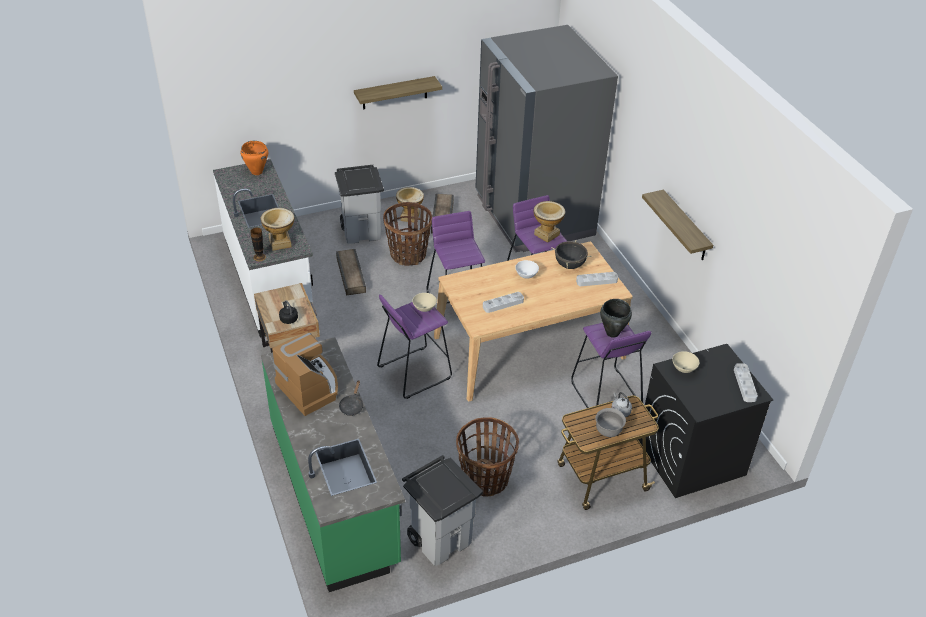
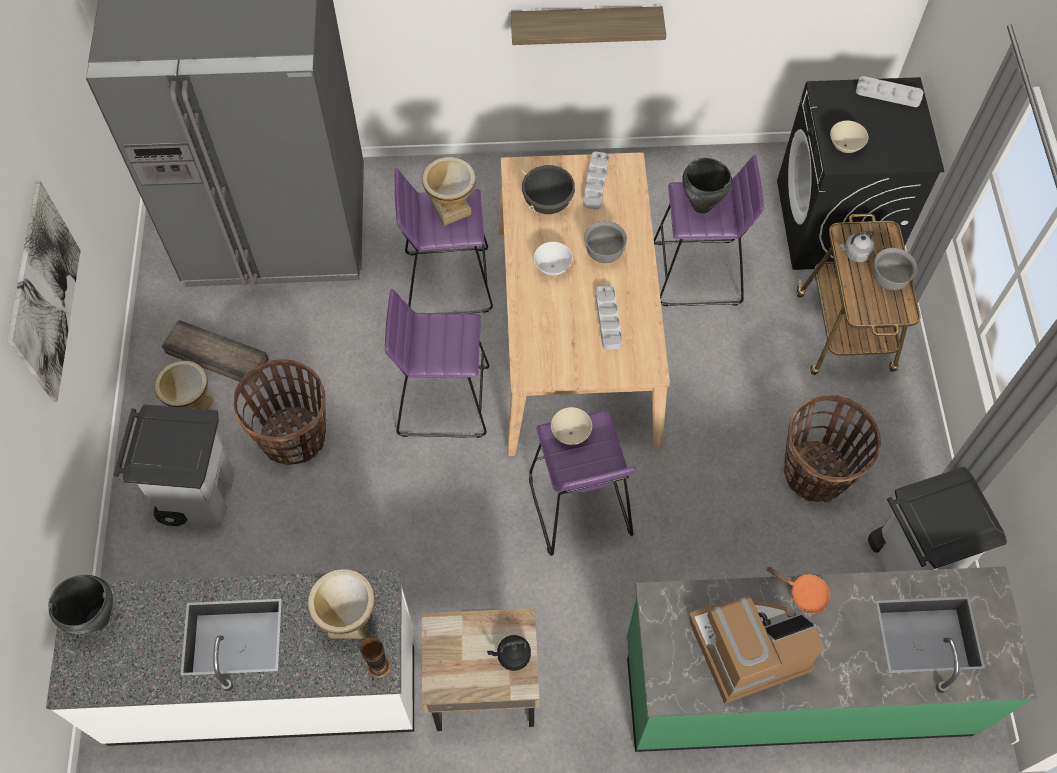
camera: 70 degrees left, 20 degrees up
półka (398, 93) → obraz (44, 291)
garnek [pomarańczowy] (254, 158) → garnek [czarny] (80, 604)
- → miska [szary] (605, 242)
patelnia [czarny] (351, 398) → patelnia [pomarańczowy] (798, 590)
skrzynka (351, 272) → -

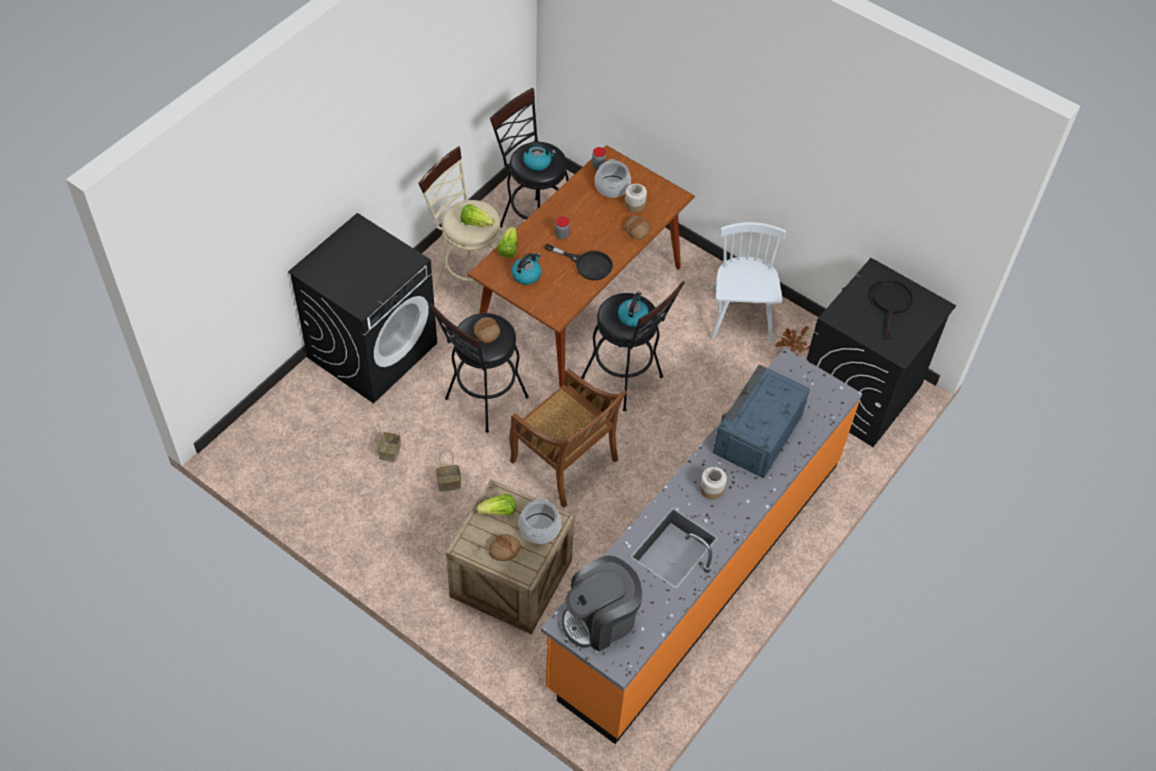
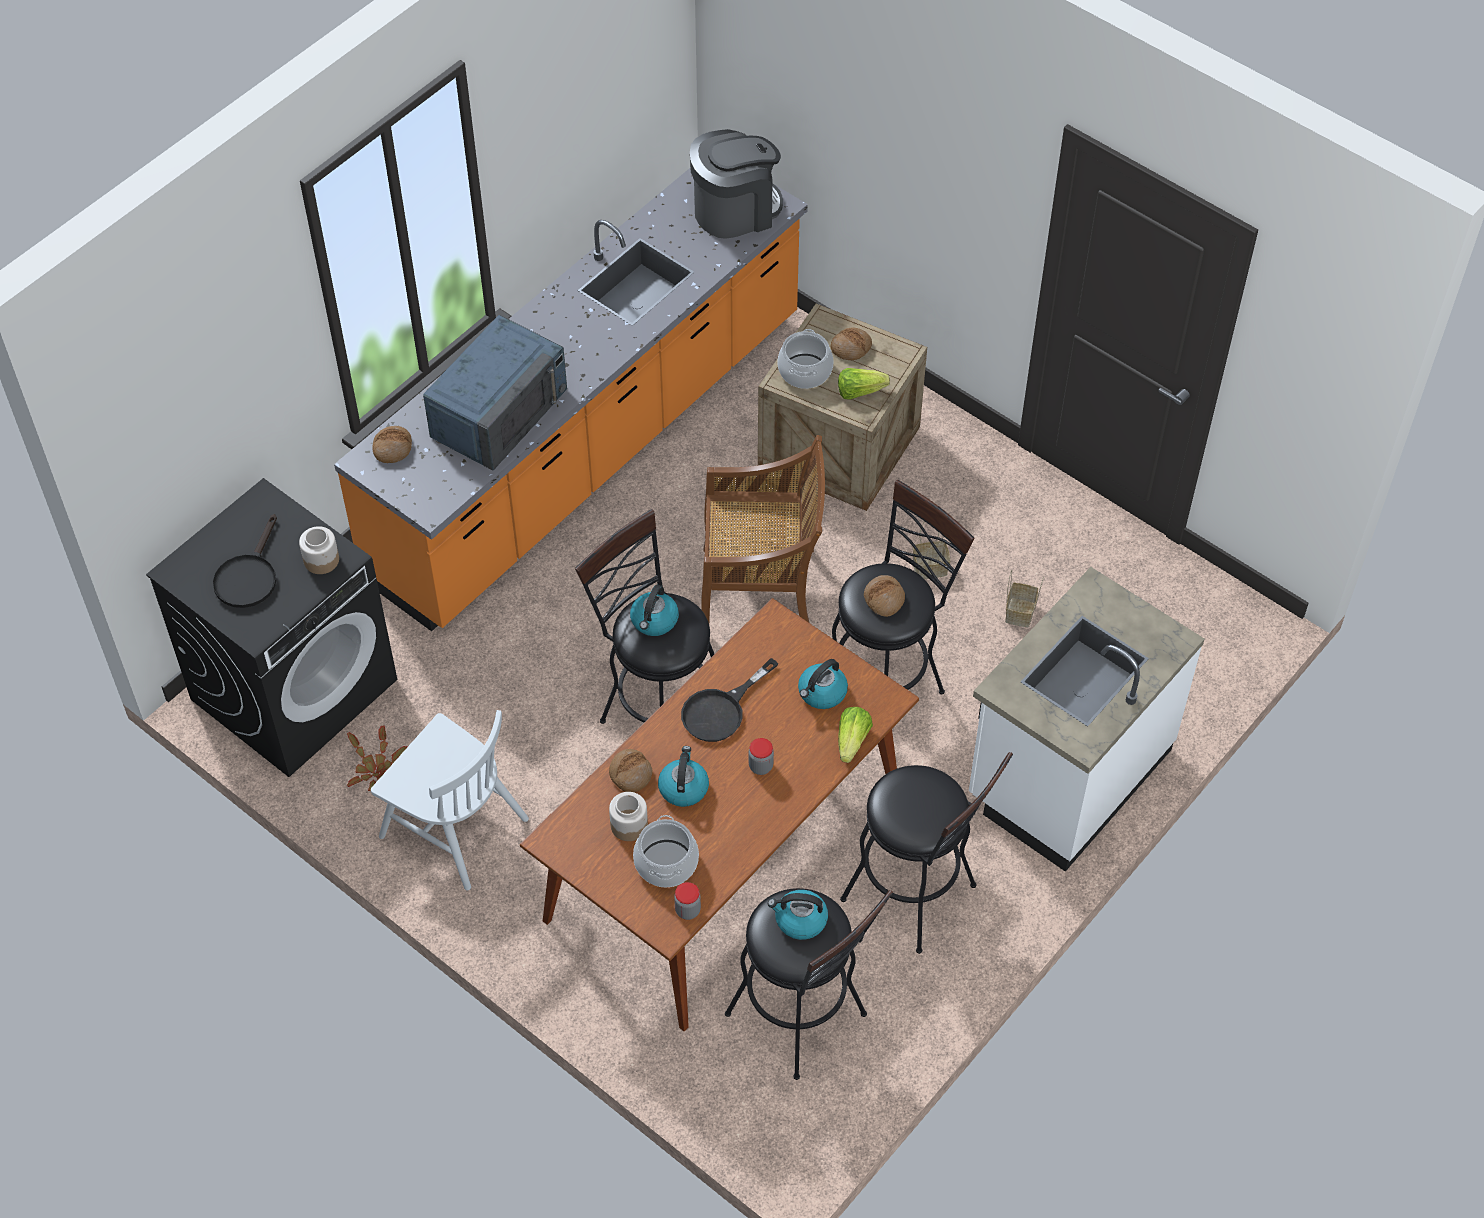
camera: 175 degrees left, 0 degrees up
słoik (713, 483) → słoik (319, 550), shifted
krzesło [biały] (748, 282) → krzesło [biały] (450, 800), 60 degrees counterclockwise
- → chleb (392, 444)
- → czajnik (683, 776)
patelnia [czarny] (578, 262) → patelnia [czarny] (729, 700), 75 degrees counterclockwise
krzesło [brązowy] (568, 438) → krzesło [brązowy] (763, 529), 135 degrees clockwise
stołek [beżowy] (460, 230) → stołek [czarny] (926, 853)
pralka [czarny] (362, 308) → zabudowa kuchenna [biały] (1086, 719)
sałata (477, 215) → -

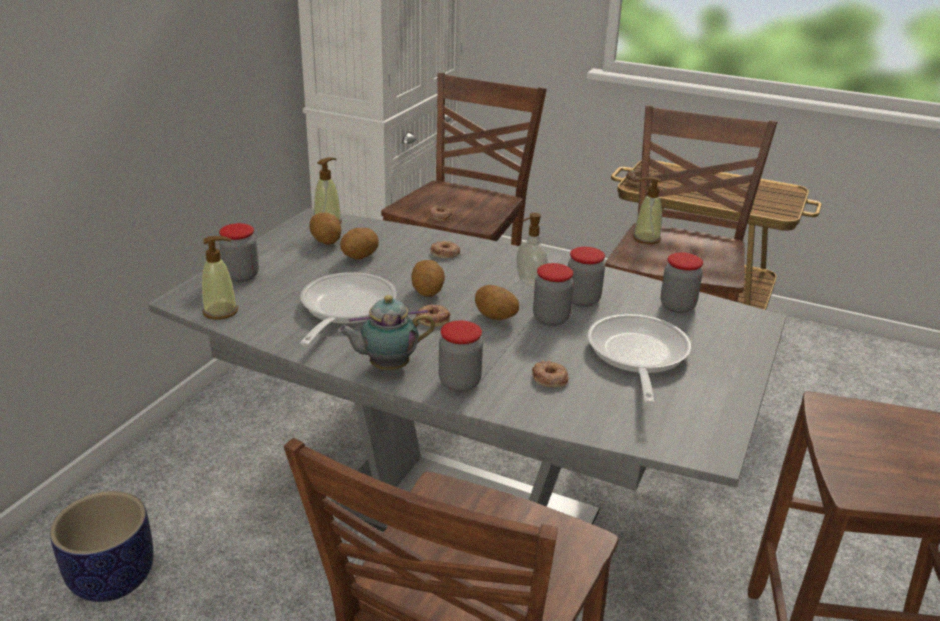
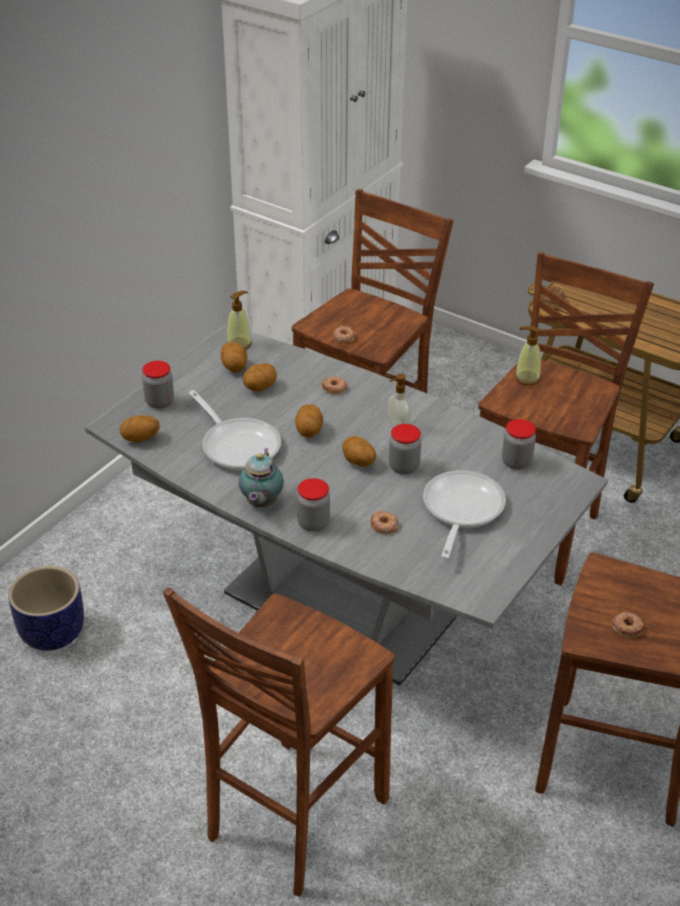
camera: 10 degrees right, 10 degrees up
dozownik mydła (220, 278) → ziemniak (140, 429)
patelnia (348, 309) → patelnia (235, 430), 120 degrees clockwise
imbryk (386, 332) → imbryk (261, 477), 75 degrees counterclockwise
donut (433, 315) → donut (628, 625), shifted
słoik (586, 277) → -

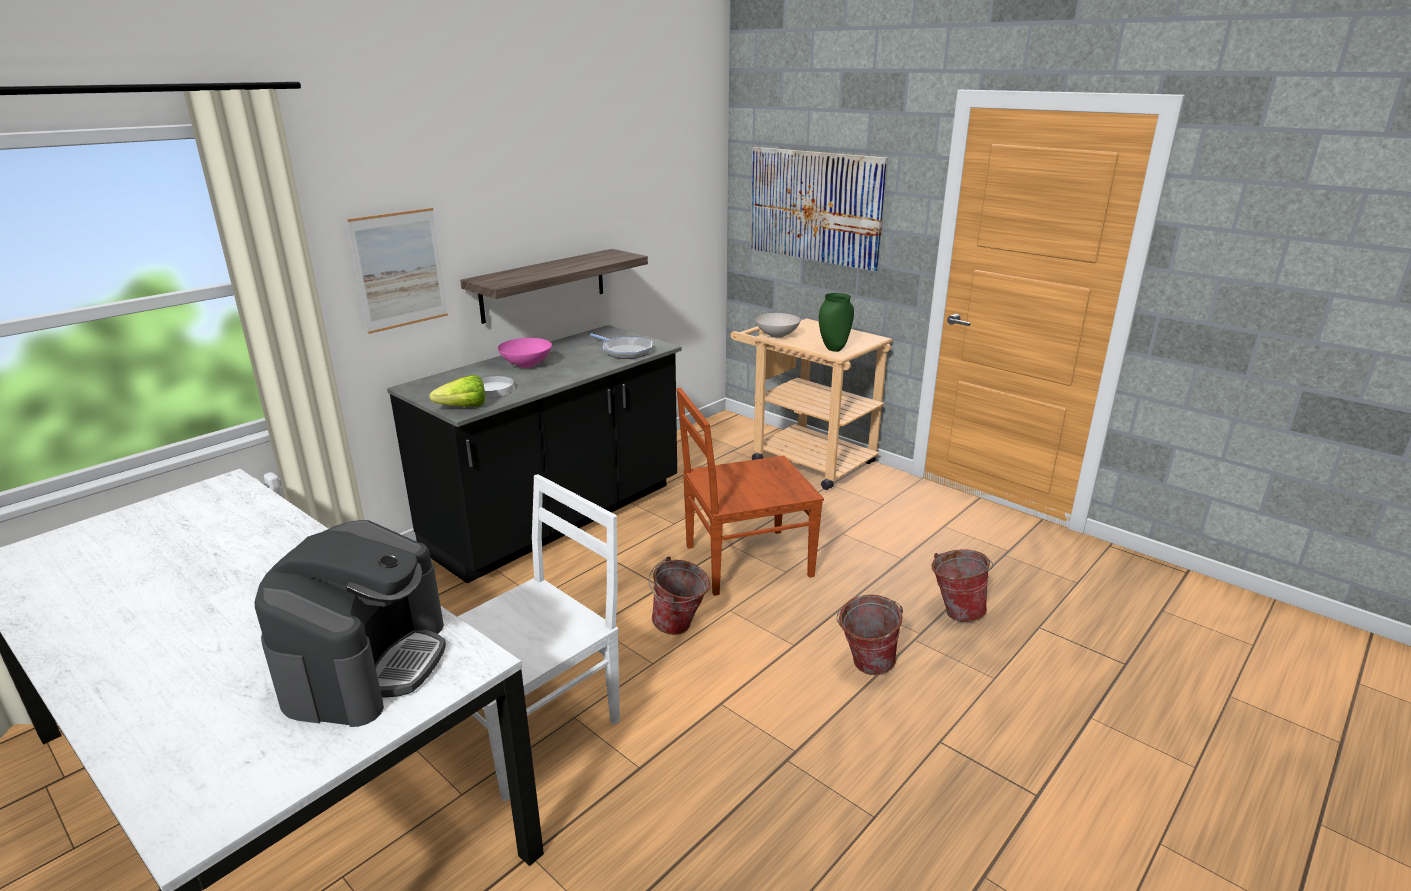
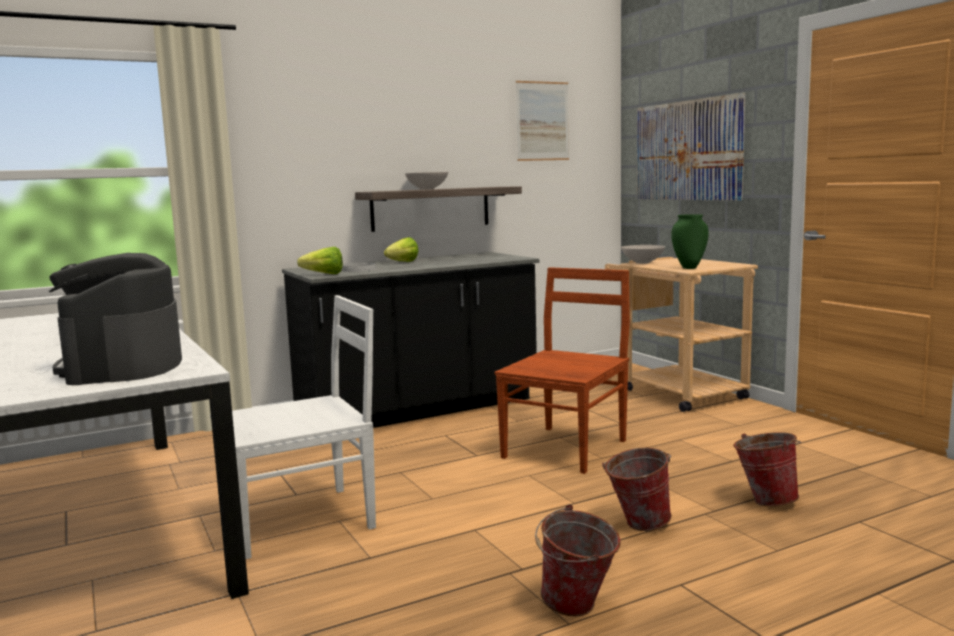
camera: 20 degrees right, 15 degrees down
ekspres do kawy (350, 623) → ekspres do kawy (115, 319), 135 degrees clockwise
miska [różowy] (525, 353) → sałata (401, 249)
- → miska [biały] (426, 181)
krzesło [brązowy] (750, 492) → krzesło [brązowy] (562, 370), 120 degrees clockwise
obraz (397, 271) → obraz (542, 121), shifted
wiadro (679, 595) → wiadro (578, 560), shifted
patelnia (621, 346) → -

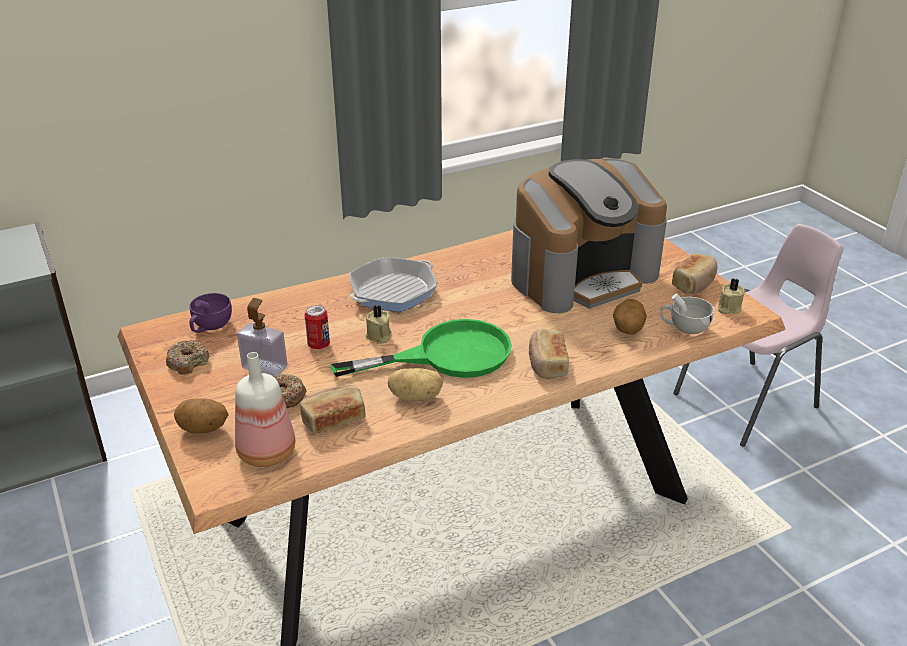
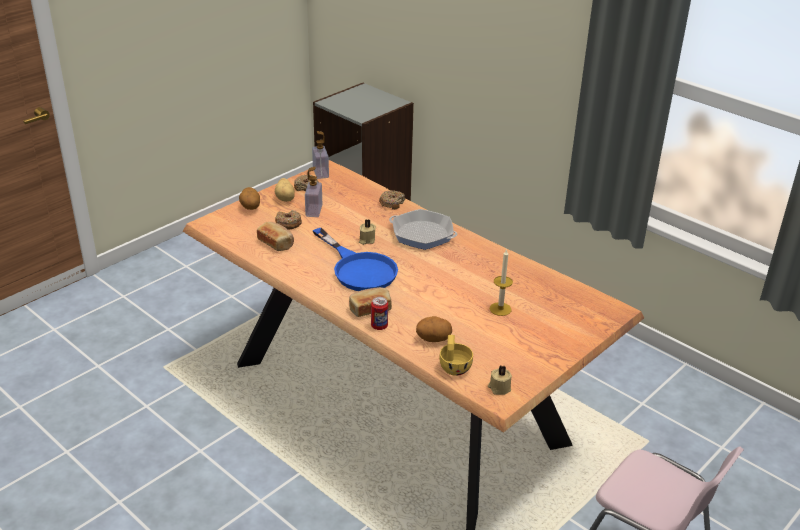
camera: 70 degrees right, 0 degrees up
ziemniak (415, 384) → ziemniak (285, 190), shifted
- → dozownik mydła (320, 155)
patelnia [zielony] (421, 348) → patelnia [niebieski] (355, 259)
puszka (317, 327) → puszka (379, 313), shifted
- → donut (392, 200)
filiżanka [biały] (687, 313) → filiżanka [żółty] (456, 355)
ekspres do kawy (589, 236) → świeca (501, 282)
filiżanka [fioletowy] (210, 313) → -
butelka (265, 409) → -
chleb (695, 274) → -

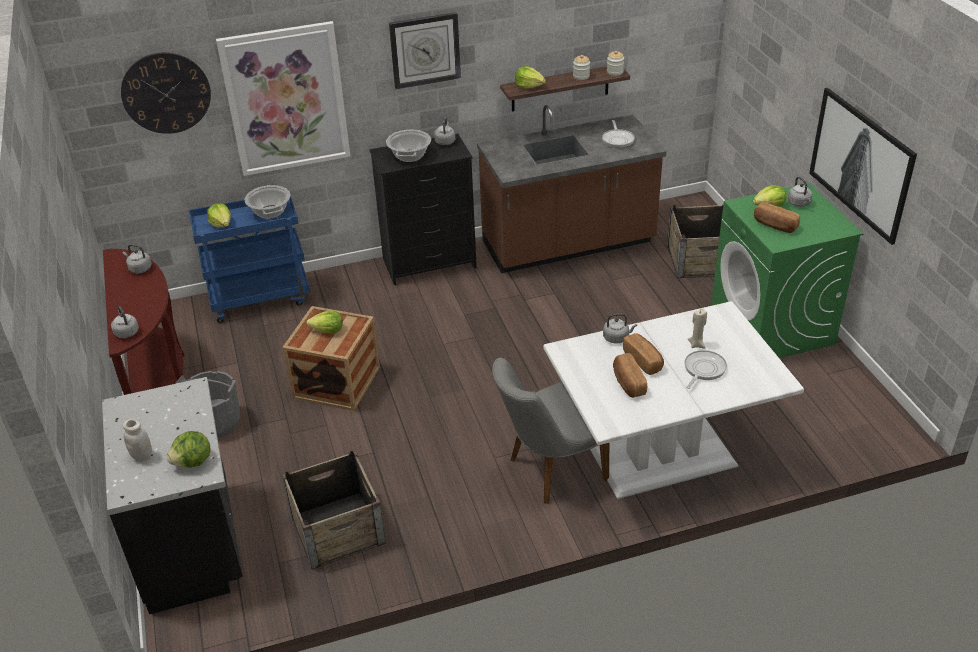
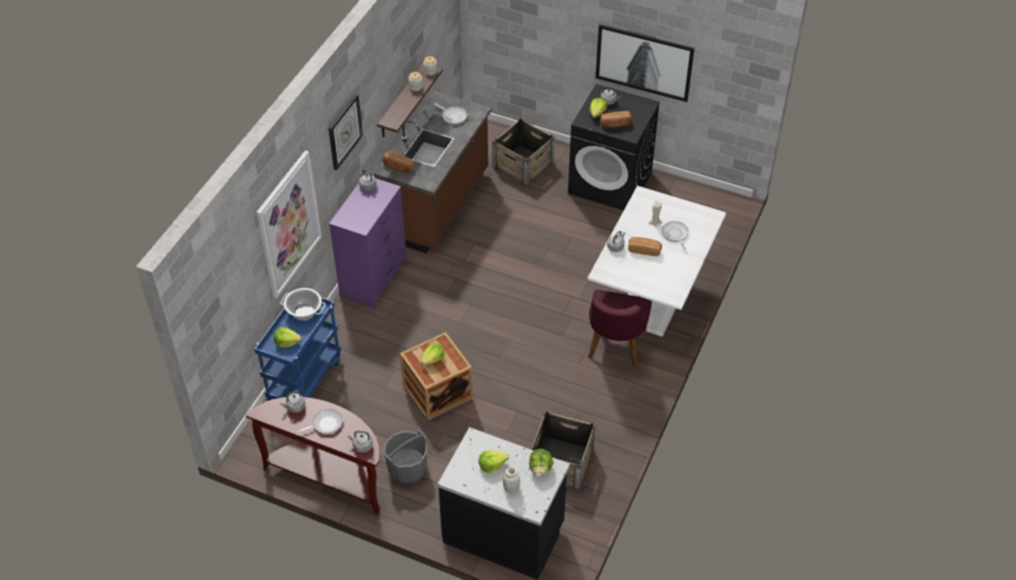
camera: 50 degrees left, 10 degrees up
- → patelnia (320, 422)
komoda [czarny] (423, 209) → komoda [fioletowy] (368, 243)
chleb (630, 375) → chleb (398, 162), shifted
sałata (530, 77) → sałata (493, 461), shifted
pralka [zielony] (787, 270) → pralka [czarny] (614, 147)
krzesło [szary] (550, 431) → krzesło [fioletowy] (620, 327)
zegar ścienny (166, 93) → -
garnek (408, 146) → -

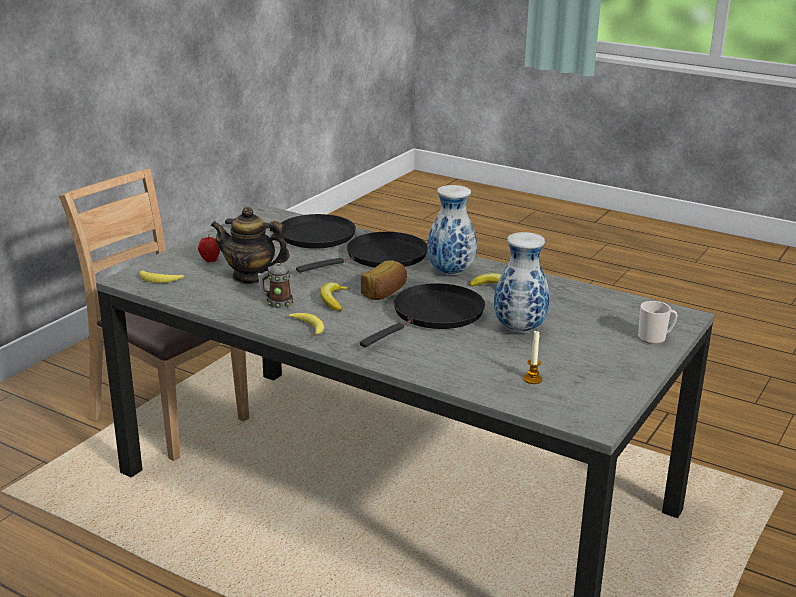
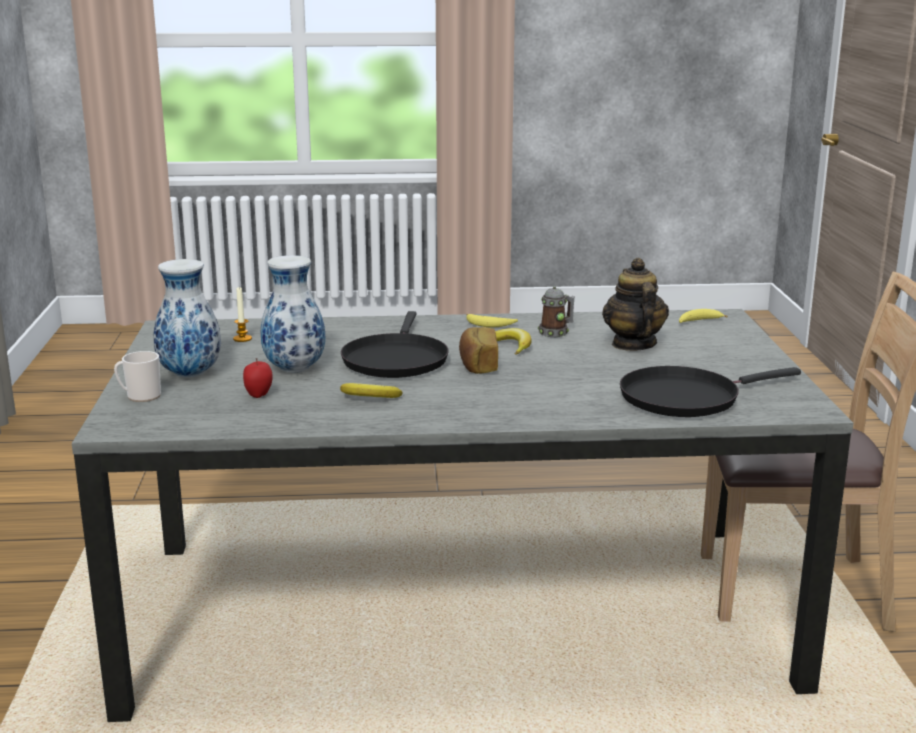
camera: 145 degrees right, 5 degrees down
wazon (452, 230) → wazon (187, 318), shifted
jabłko (209, 249) → jabłko (258, 378), shifted
imbryk (250, 245) → imbryk (635, 304), 75 degrees counterclockwise
patelnia [czarny] (361, 252) → -

